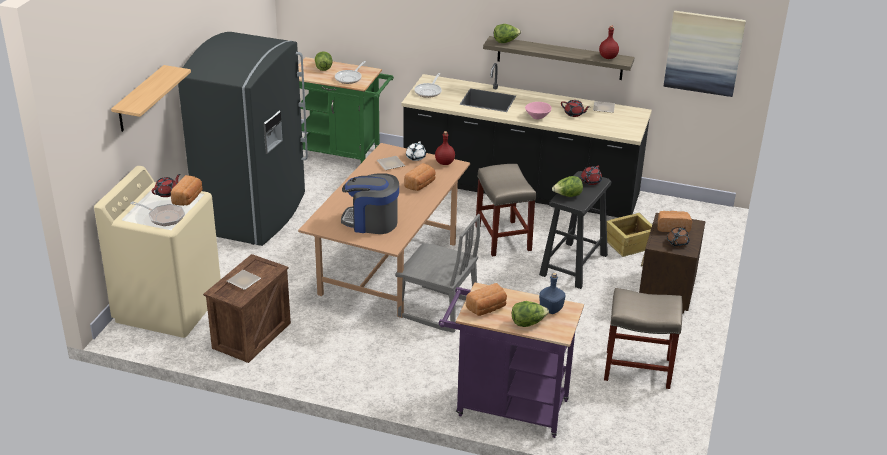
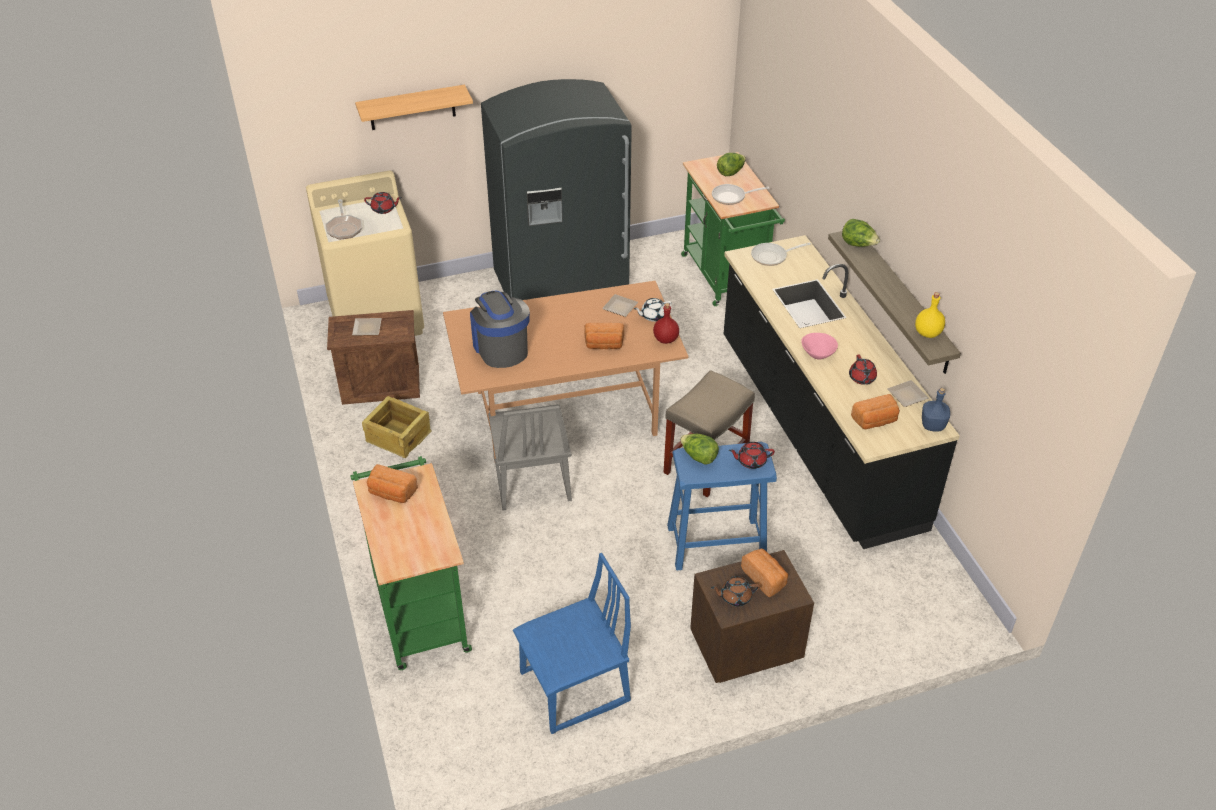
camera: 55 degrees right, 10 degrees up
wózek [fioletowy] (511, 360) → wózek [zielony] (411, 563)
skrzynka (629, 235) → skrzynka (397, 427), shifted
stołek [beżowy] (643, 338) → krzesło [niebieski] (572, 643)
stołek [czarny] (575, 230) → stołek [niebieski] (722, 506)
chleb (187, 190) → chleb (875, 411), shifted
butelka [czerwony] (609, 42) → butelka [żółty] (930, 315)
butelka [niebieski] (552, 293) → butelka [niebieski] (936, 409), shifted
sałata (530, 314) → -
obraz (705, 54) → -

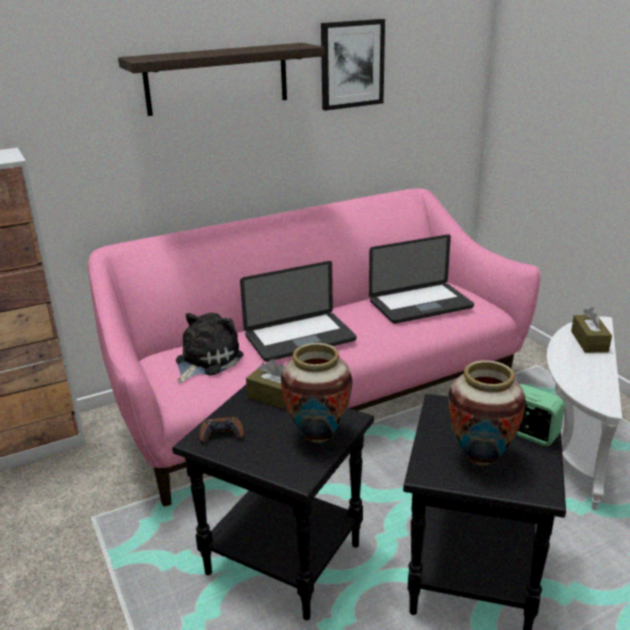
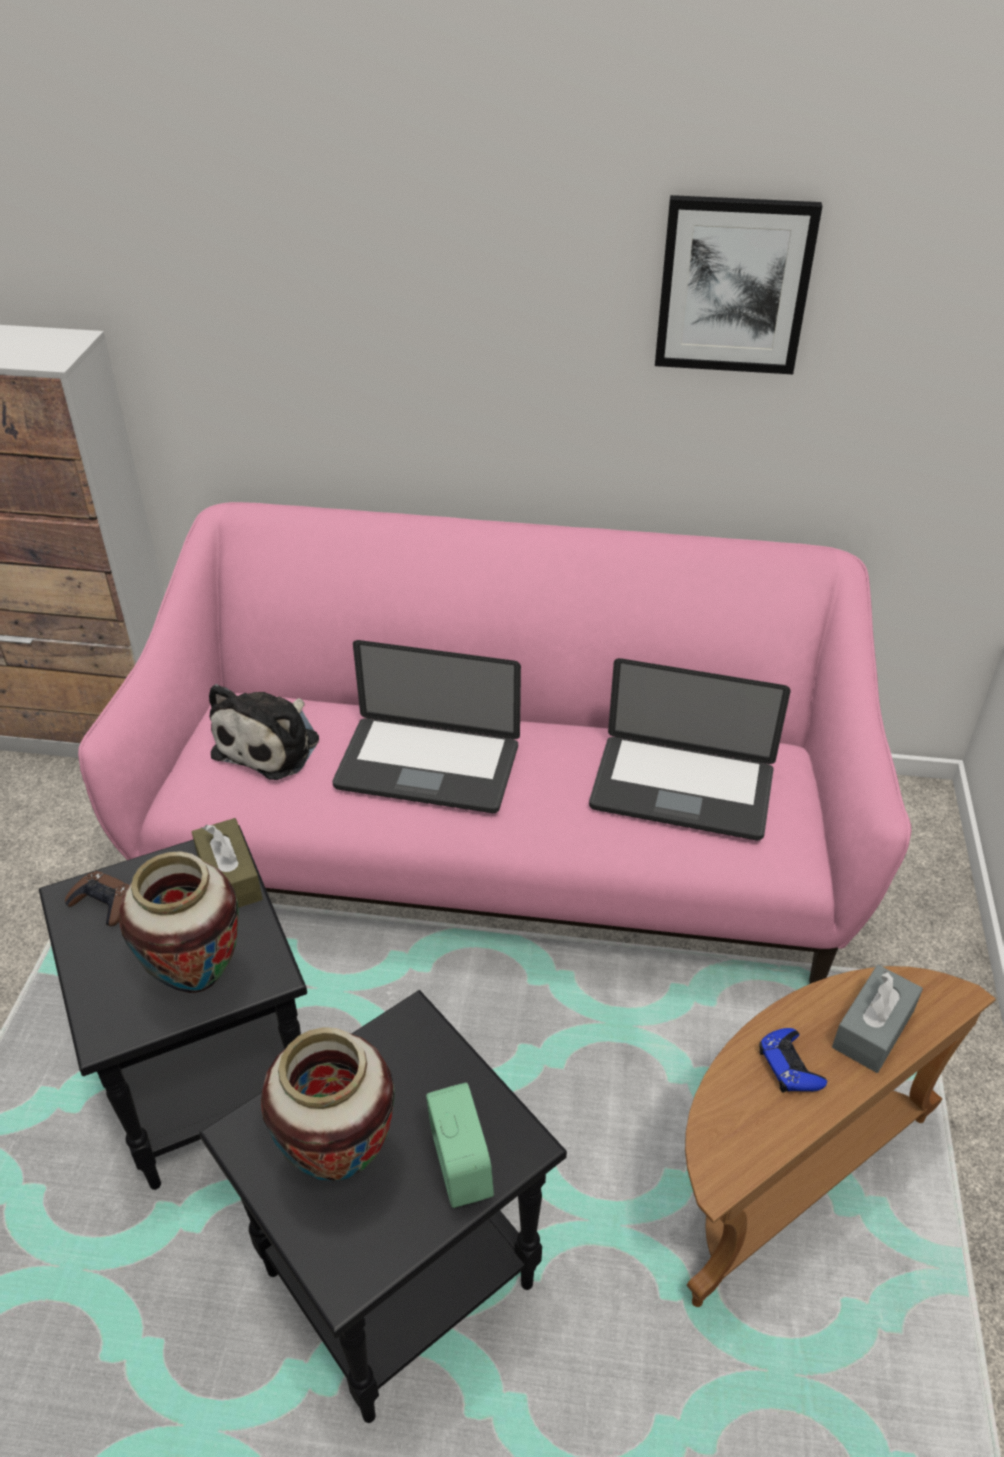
camera: 35 degrees right, 15 degrees up
pluszak (210, 348) → pluszak (264, 732), 135 degrees clockwise
stolik [biały] (584, 413) → stolik [brązowy] (840, 1136)
- → pad do gier [niebieski] (793, 1060)
pudełko chusteczek [brązowy] (591, 330) → pudełko chusteczek [szary] (877, 1019)
półka (221, 79) → -

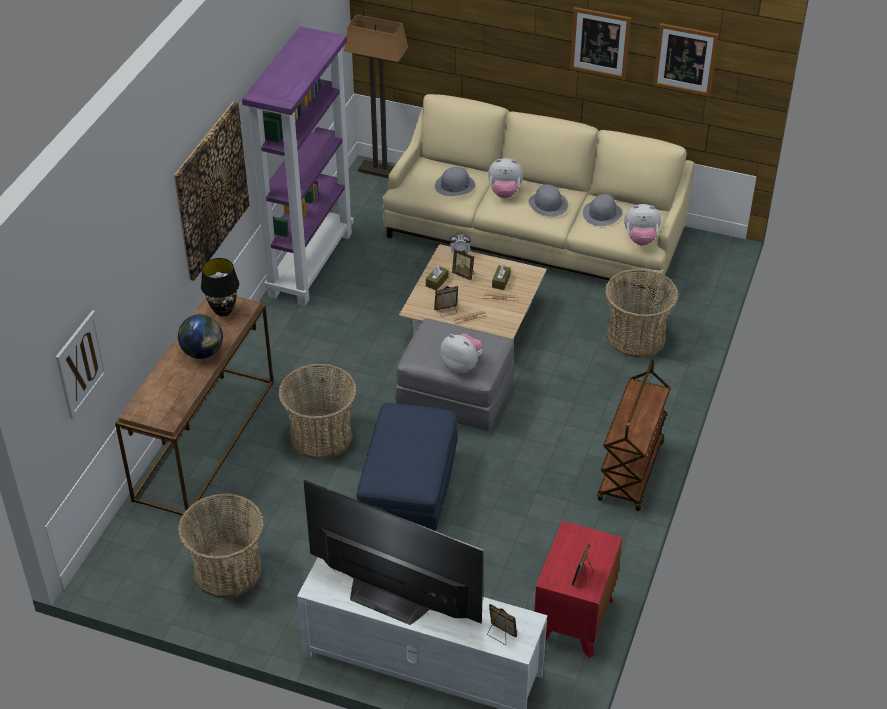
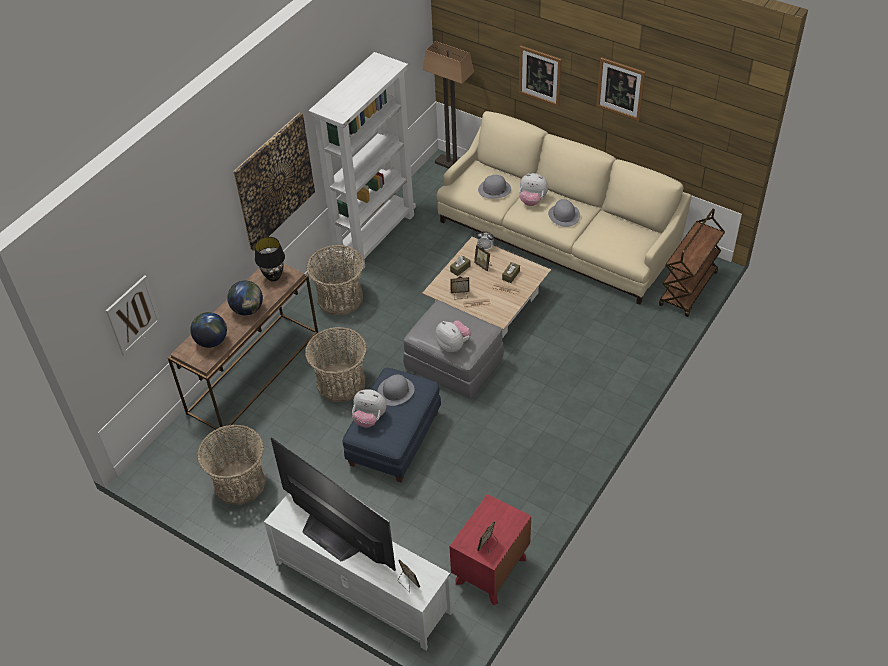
camera: 15 degrees right, 5 degrees up
- → globus (208, 330)
koszyk (642, 313) → koszyk (335, 280), shifted
regał [fioletowy] (298, 166) → regał [biały] (362, 160)
pluszak (642, 225) → pluszak (369, 408), shifted
kapelusz [szary] (602, 210) → kapelusz [szary] (396, 390), shifted
obraz (686, 60) → obraz (540, 76), shifted
wózek [brązowy] (634, 435) → wózek [brązowy] (692, 263), shifted

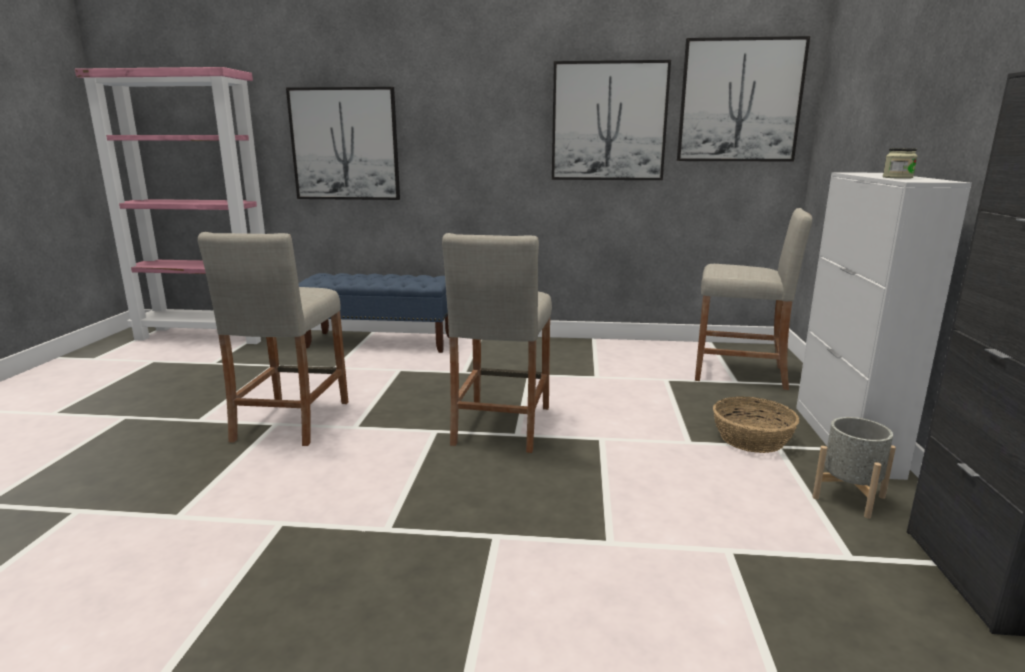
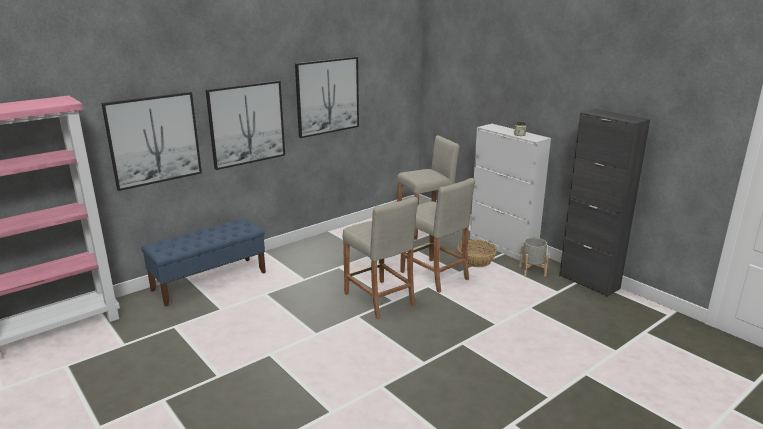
camera: 45 degrees left, 5 degrees up
obraz (743, 98) → obraz (245, 125), shifted
stołek [beżowy] (273, 339) → stołek [beżowy] (437, 235), shifted

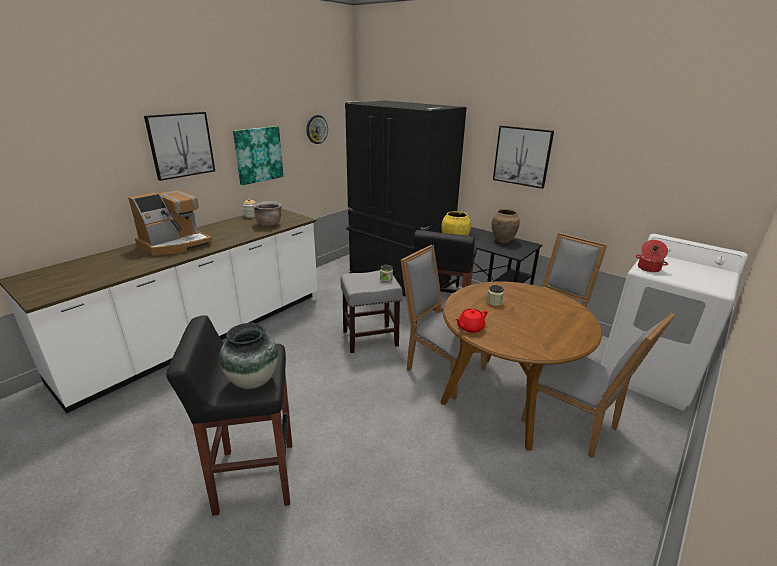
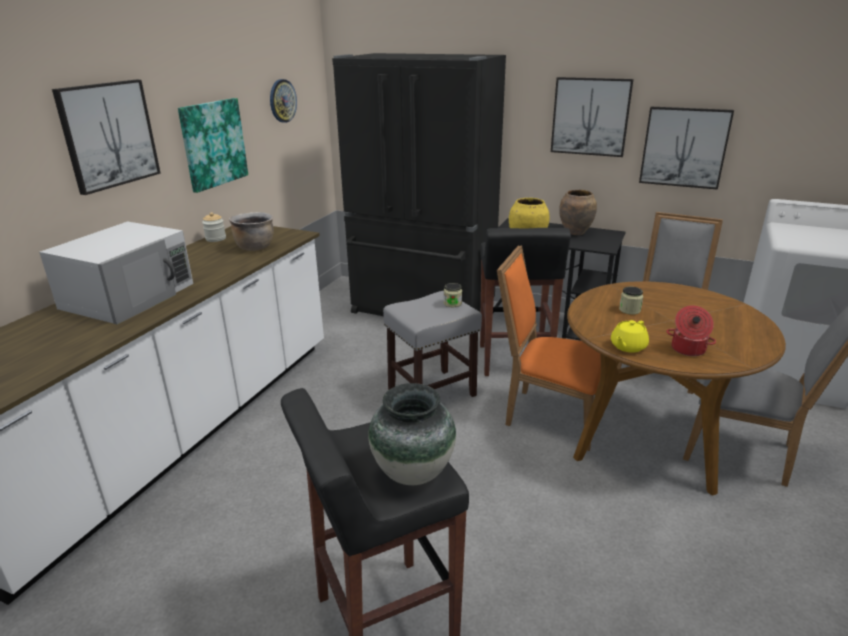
camera: 15 degrees left, 0 degrees up
ekspres do kawy (170, 223) → mikrofalówka [biały] (116, 273)
krzesło [szary] (444, 322) → krzesło [pomarańczowy] (549, 348)
imbryk [czerwony] (471, 321) → imbryk [żółty] (630, 336)
- → obraz (686, 148)
garnek (652, 256) → garnek (691, 330), shifted

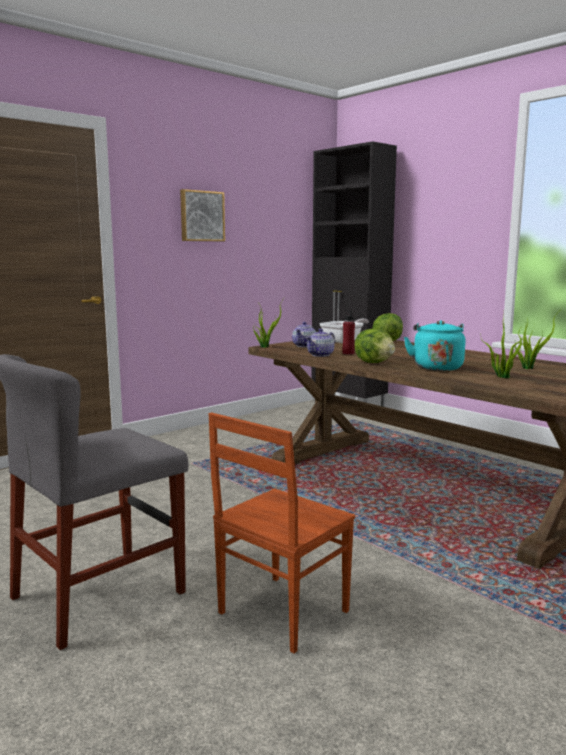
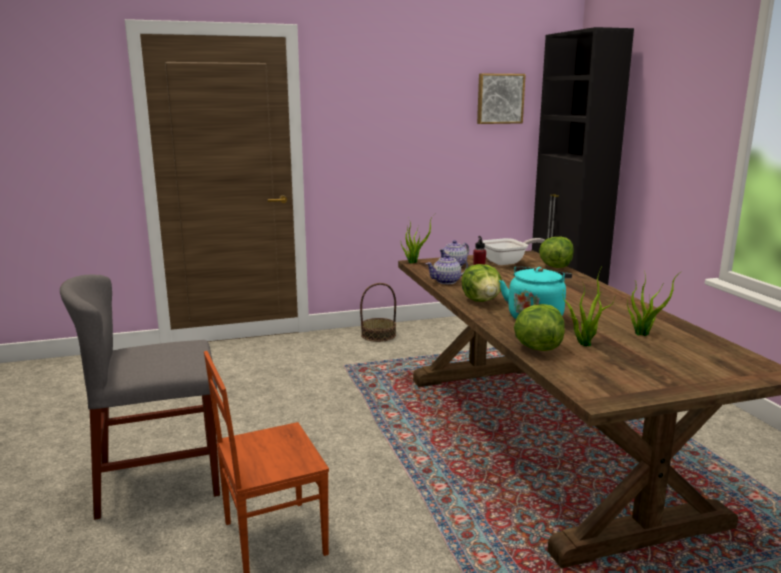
camera: 25 degrees right, 5 degrees up
- → koszyk (378, 312)
obraz (202, 215) → obraz (501, 99), shifted
- → sałata (539, 327)

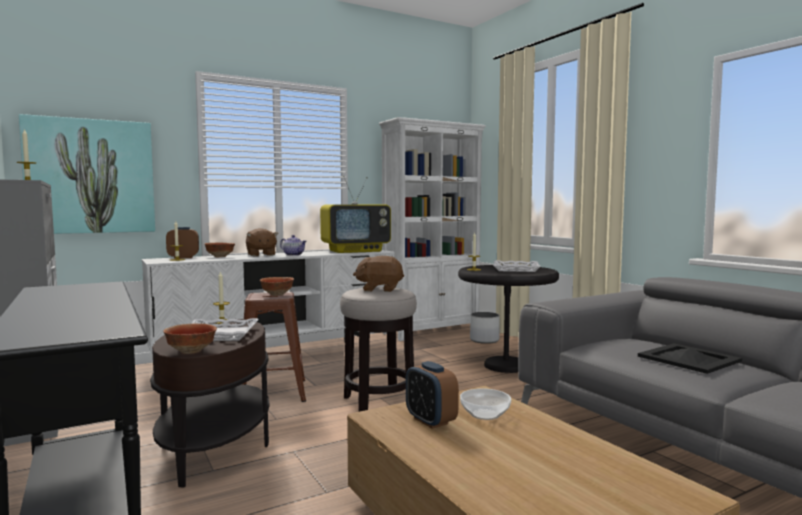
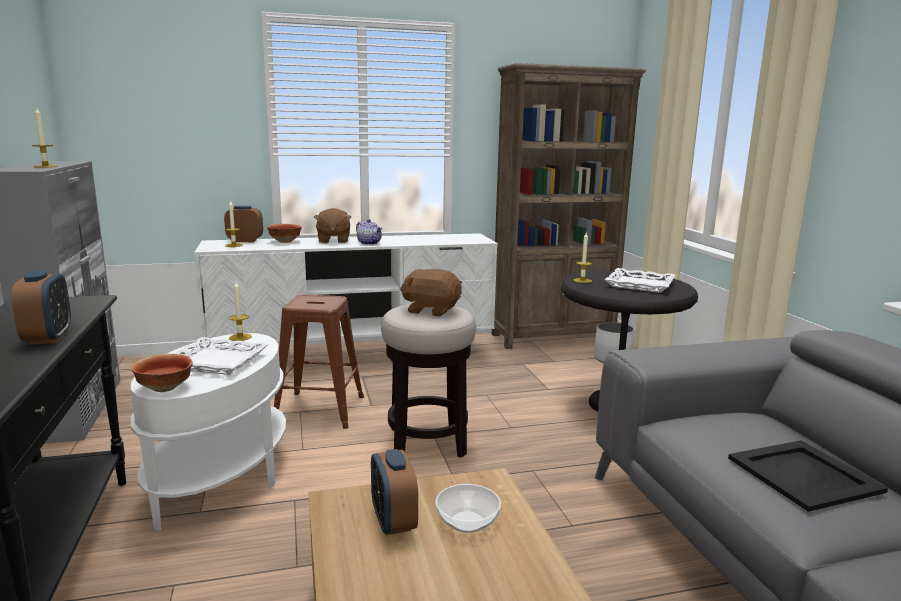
camera: 15 degrees right, 10 degrees up
- → budzik (41, 307)
stolik [brązowy] (210, 403) → stolik [biały] (208, 432)
regał [biały] (432, 229) → regał [brązowy] (569, 206)
obraz (87, 174) → -
miska (277, 286) → -
telewizor (355, 214) → -

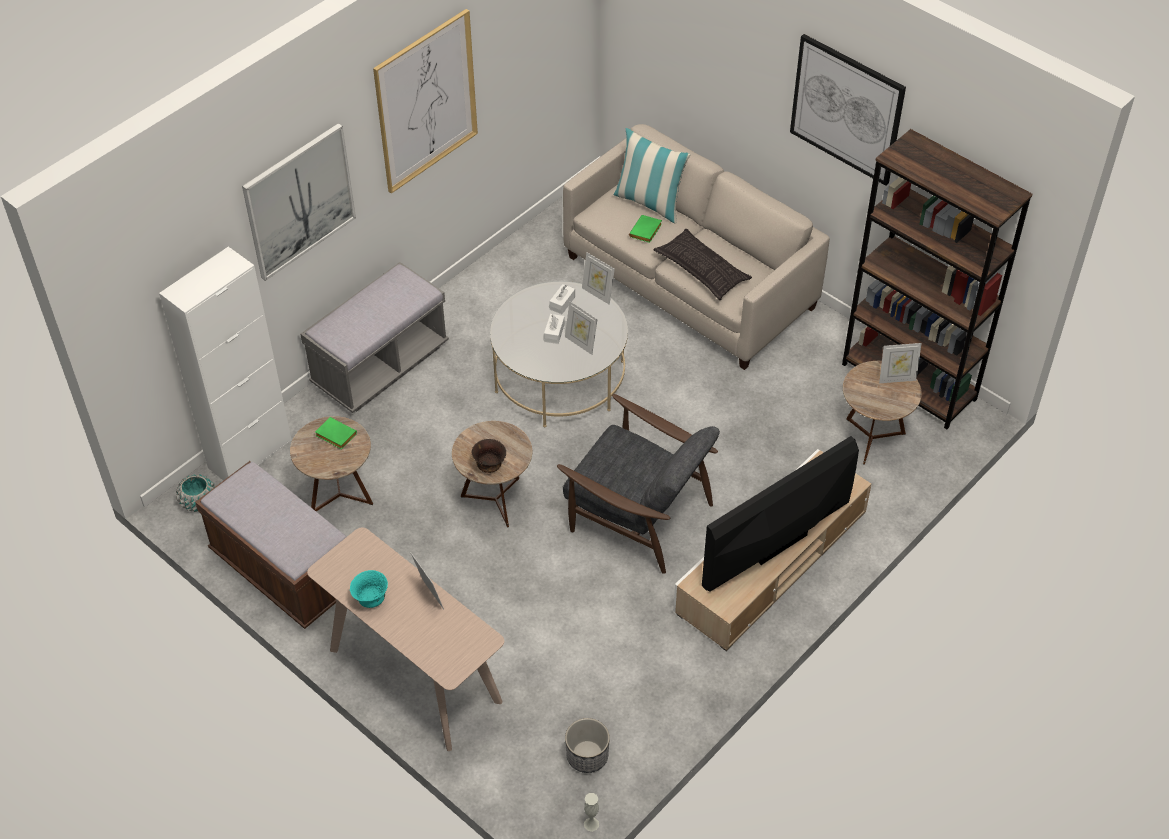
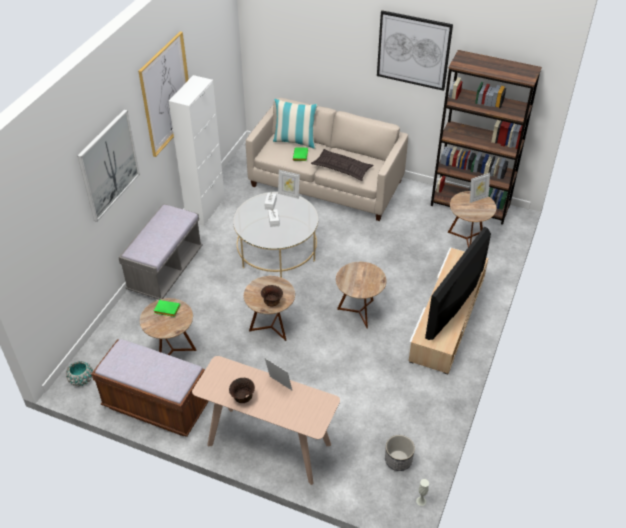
camera: 20 degrees left, 5 degrees down
szafka [biały] (225, 364) → szafka [biały] (197, 150), shifted
miska [turkusowy] (369, 589) → miska [brązowy] (242, 390)
fotel [szary] (638, 484) → stolik [brązowy] (361, 295)
ramka na zdjęcie (581, 328) → -

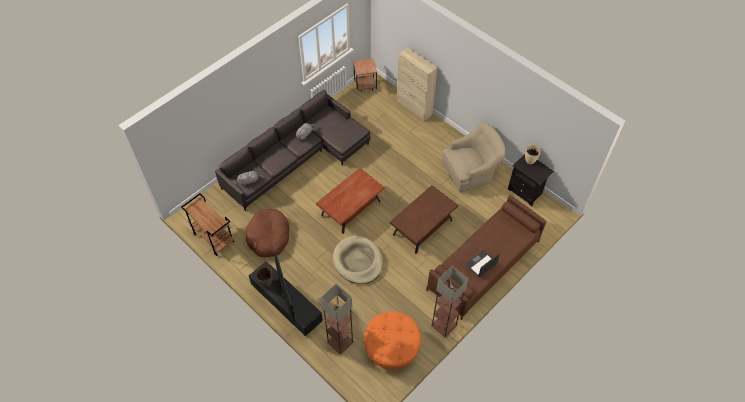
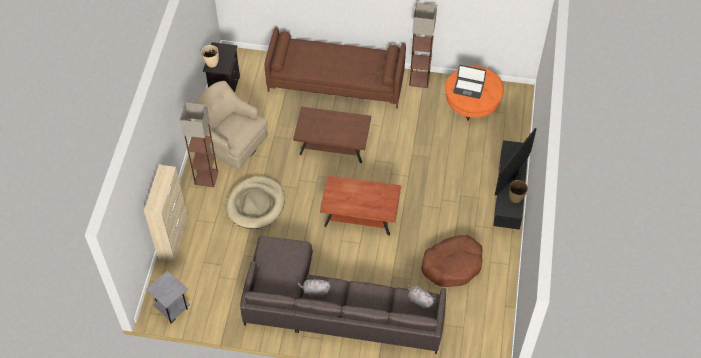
camera: 125 degrees left, 0 degrees up
stolik [brązowy] (365, 75) → stolik [szary] (168, 297)
lampa stojąca (337, 319) → lampa stojąca (199, 144), shifted
legowisko [beżowy] (358, 259) → legowisko [beżowy] (255, 202), shifted
laptop (483, 263) → laptop (469, 82), shifted
wózek [brązowy] (208, 224) → -

